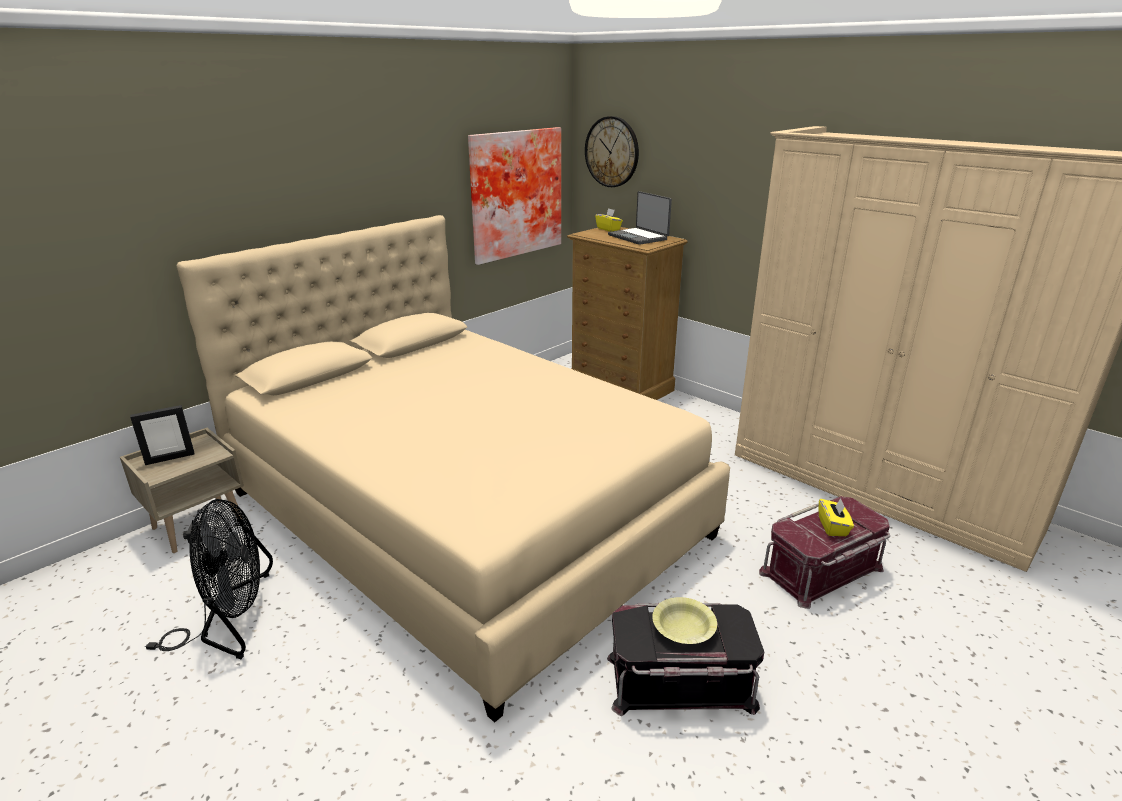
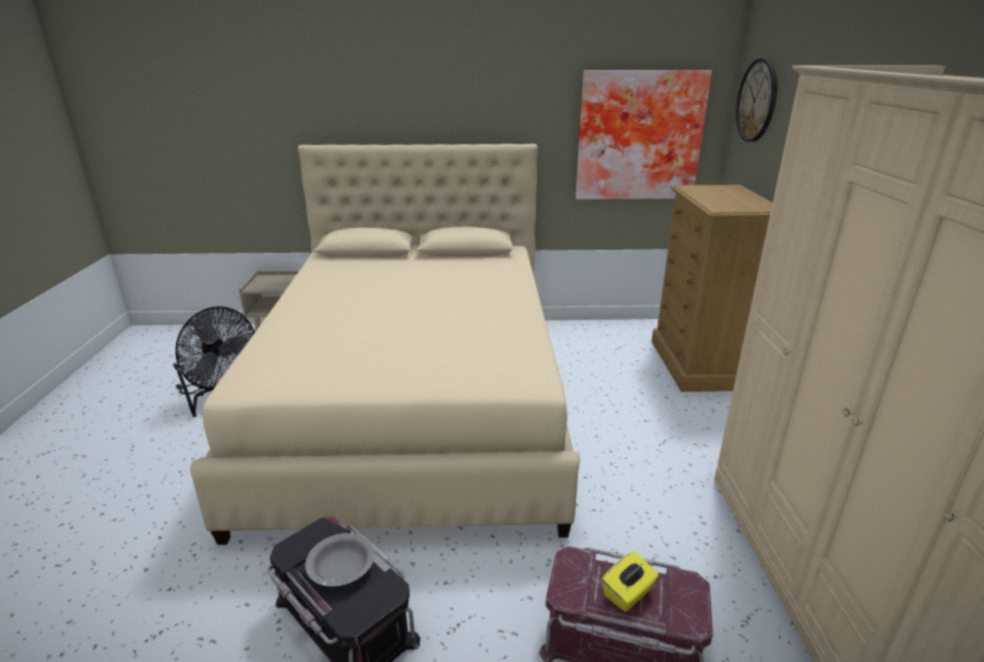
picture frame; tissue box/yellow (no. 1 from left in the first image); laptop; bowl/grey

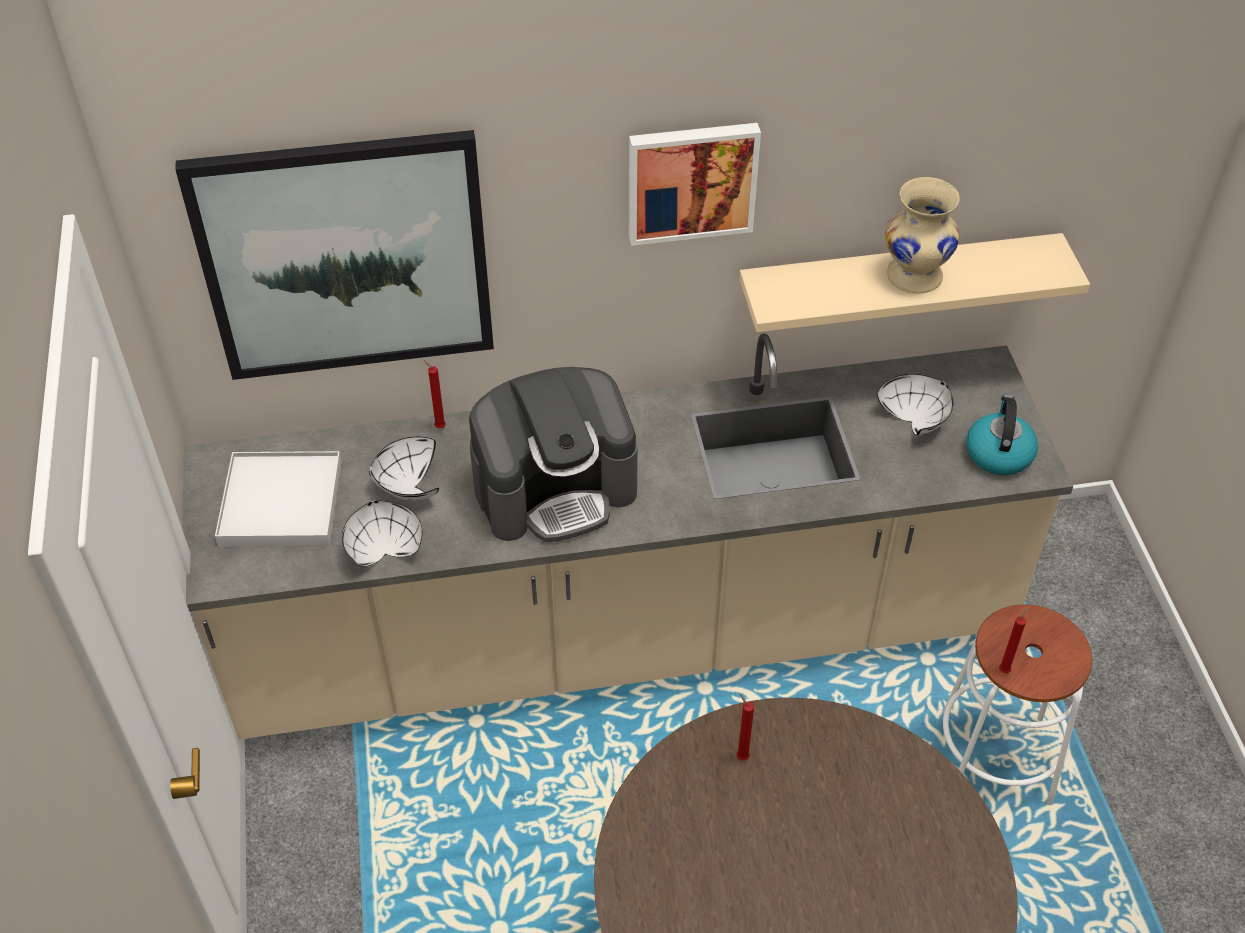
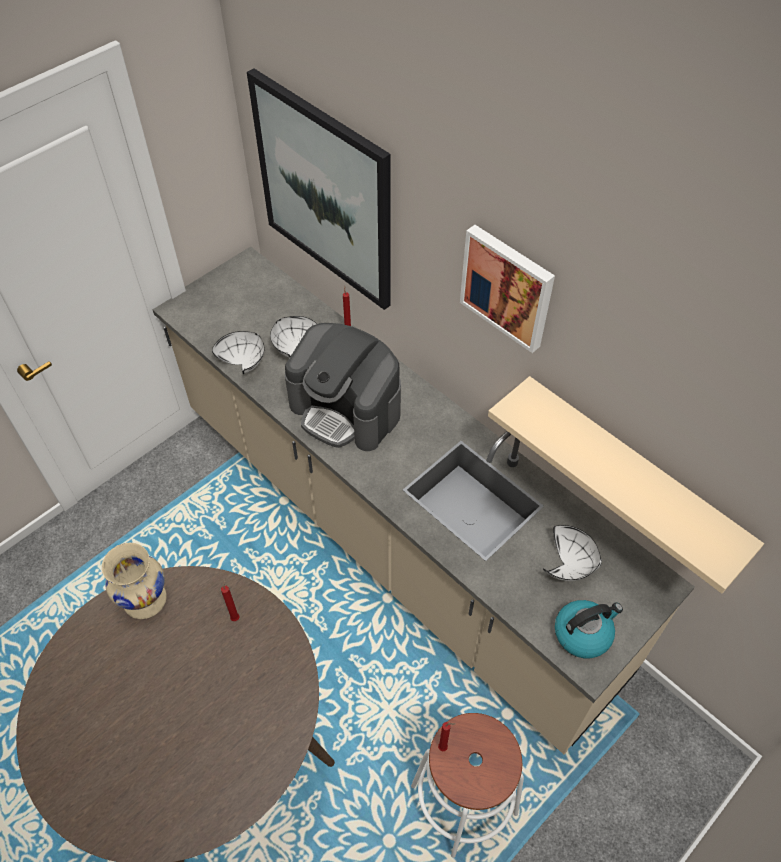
tray/white; vase/beige

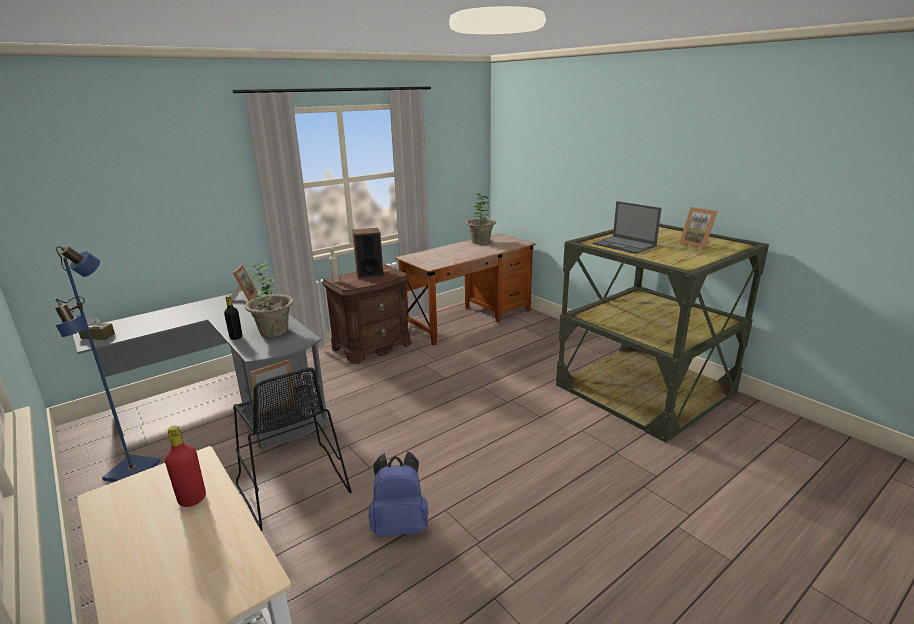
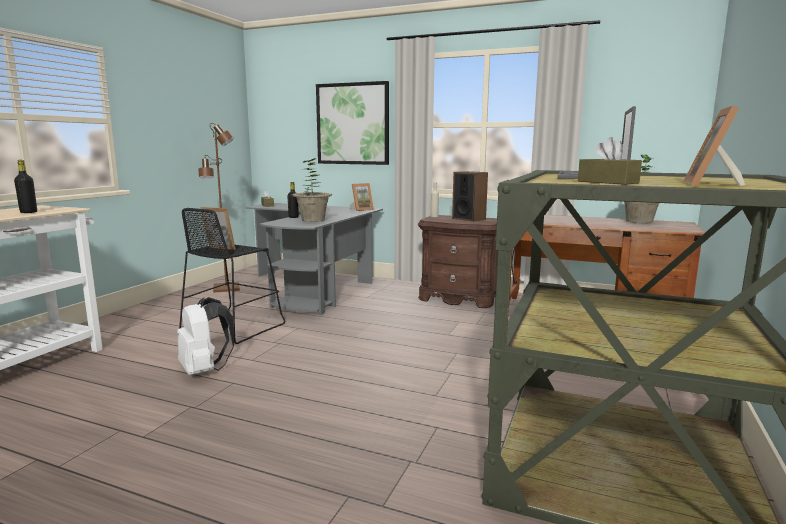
floor lamp/brown; bottle/black (no. 1 from left); backpack/white; picture; tissue box/brown (no. 2 from left)

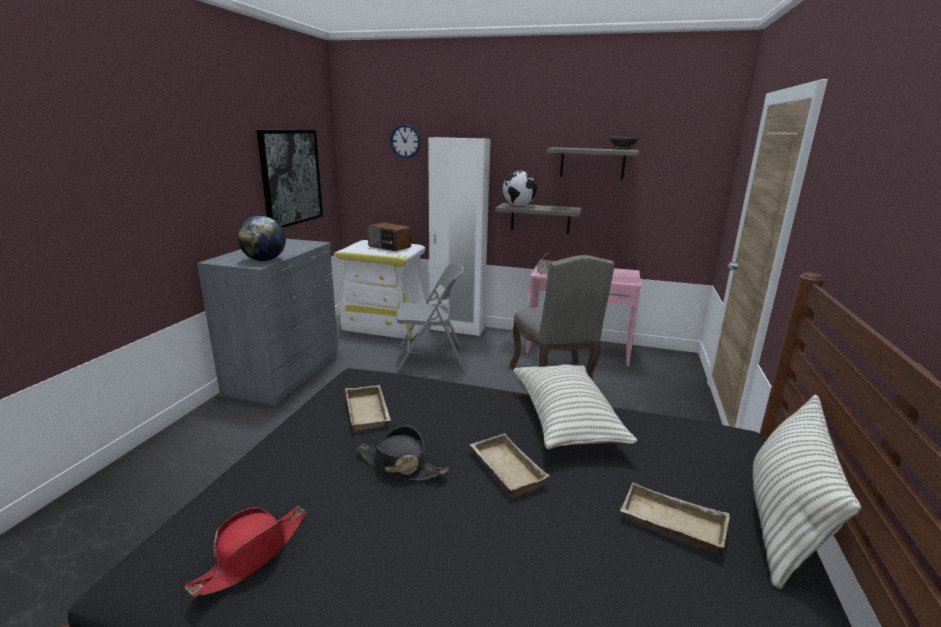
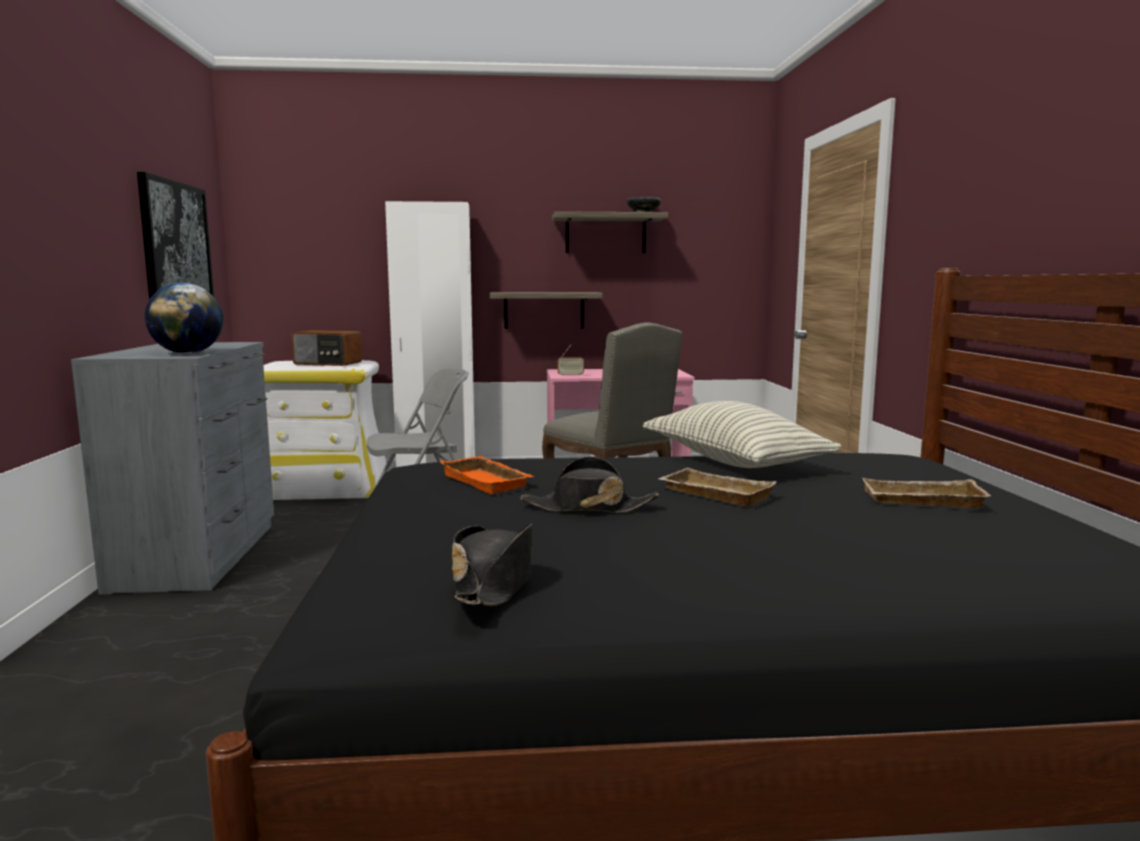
hat/black (no. 1 from left); tray/orange; wall clock; globe (no. 2 from left in the first image); pillow (no. 2 from left in the first image)

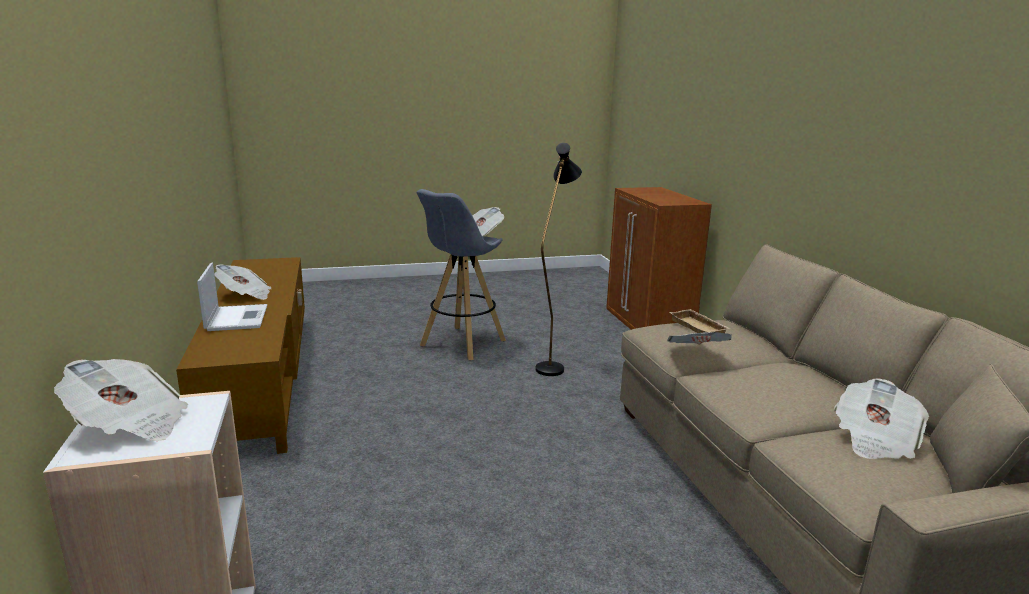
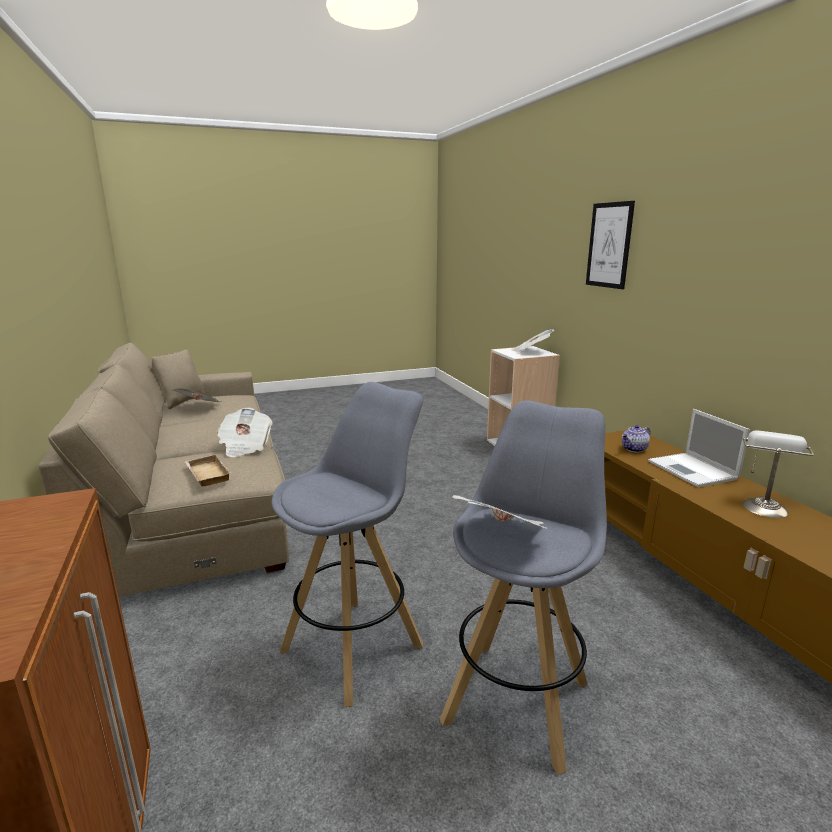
table lamp/white; stool/grey (no. 1 from left); picture; teapot

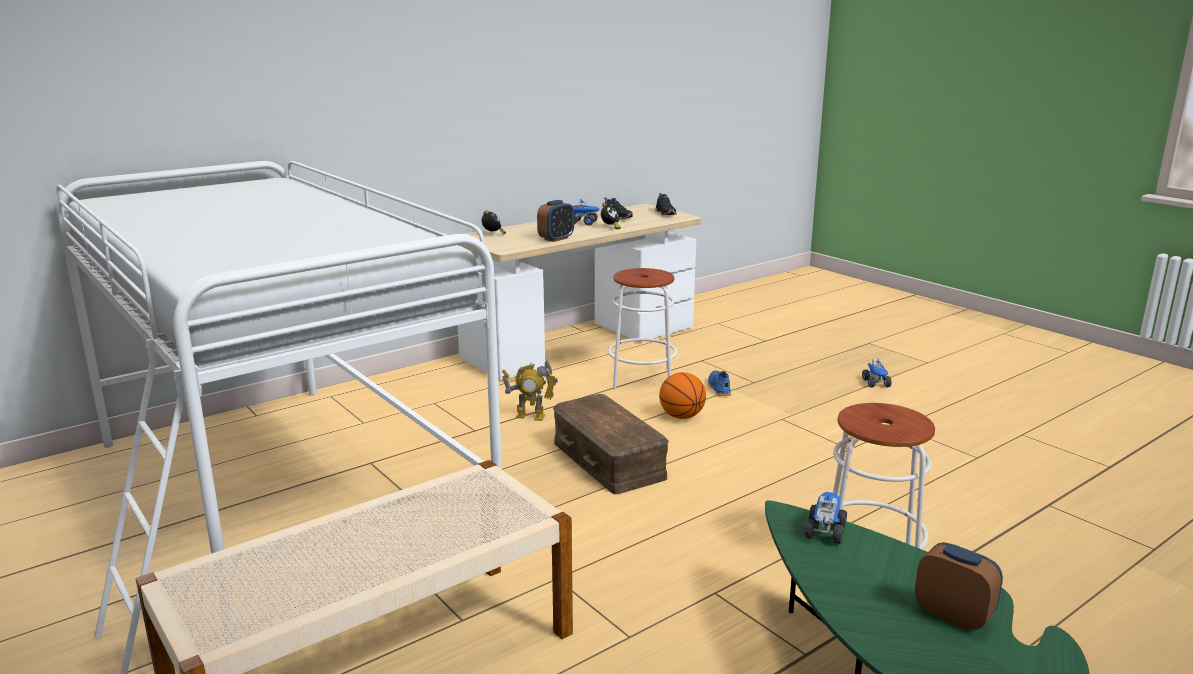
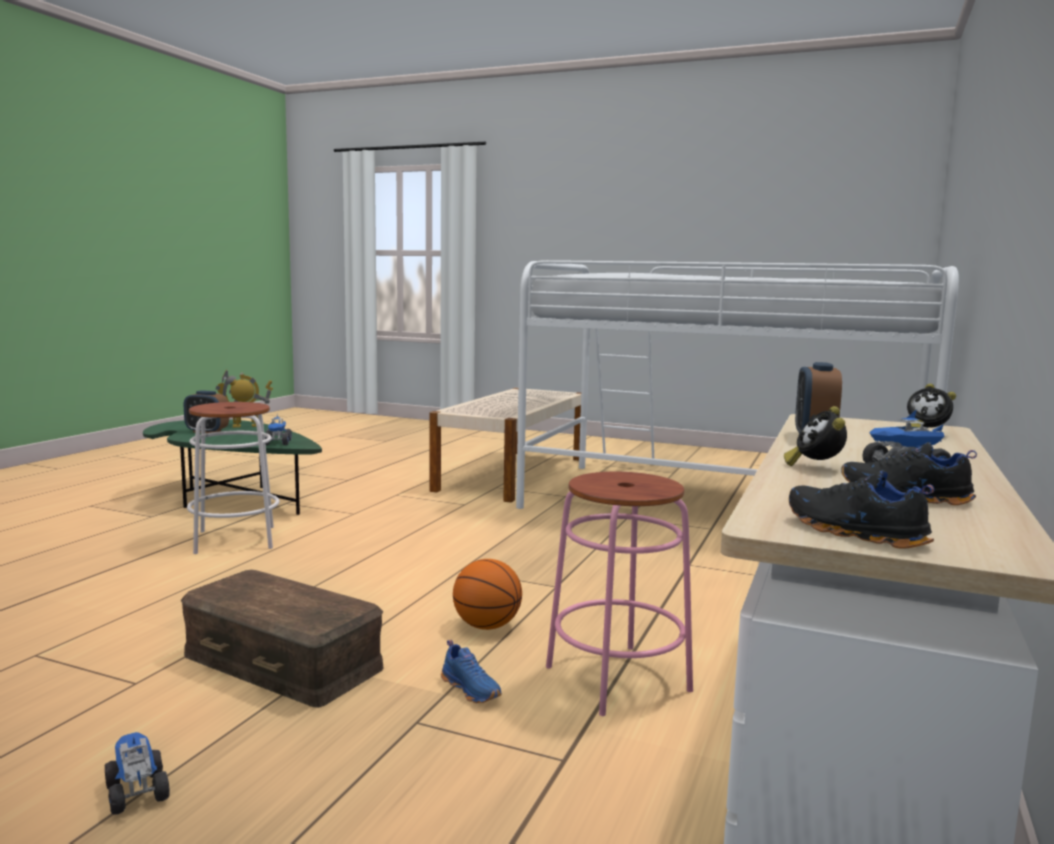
toy robot; storage box/brown; stool/pink

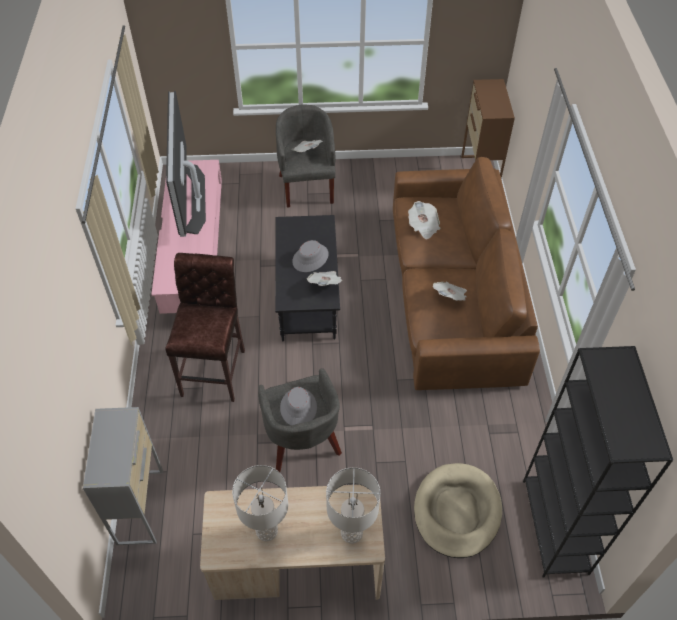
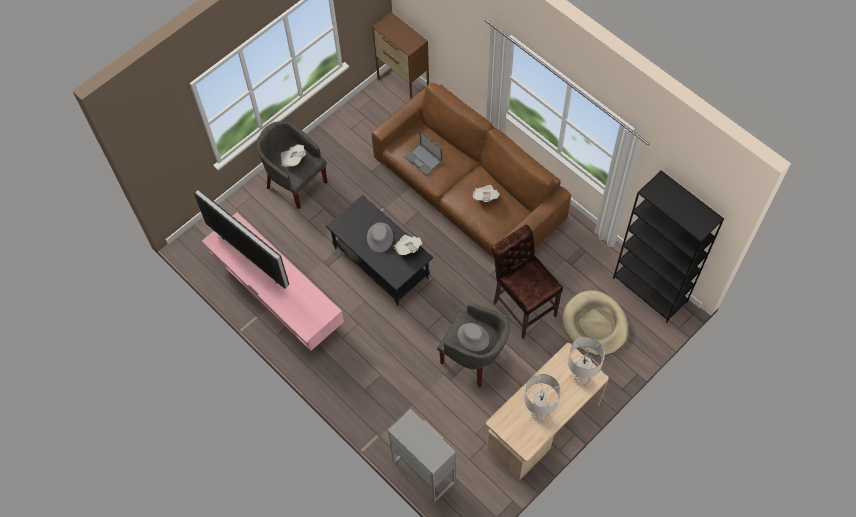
stool/brown; laptop

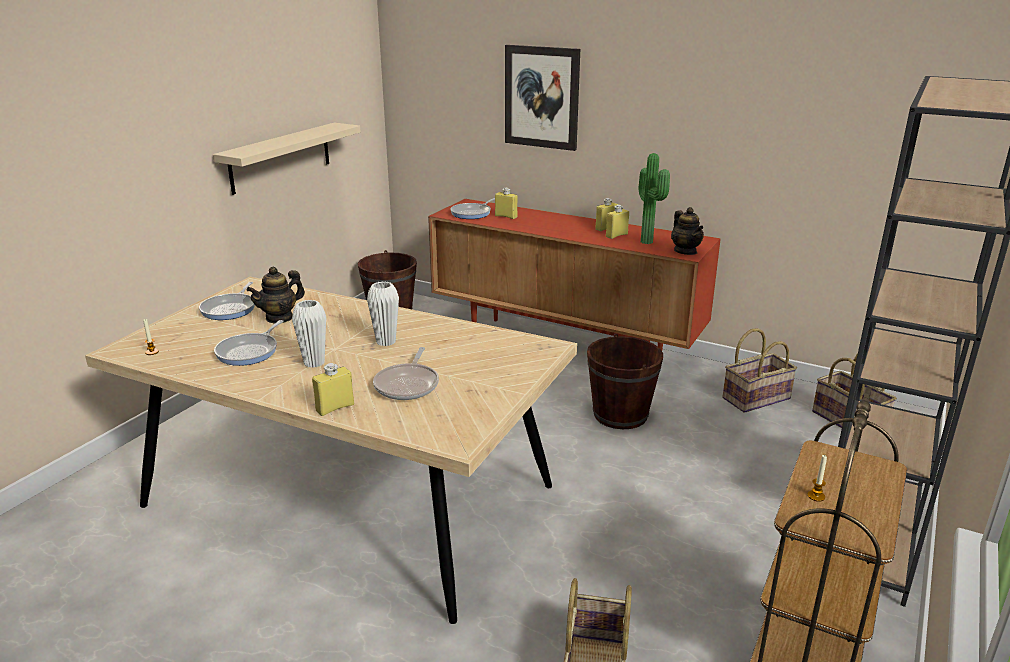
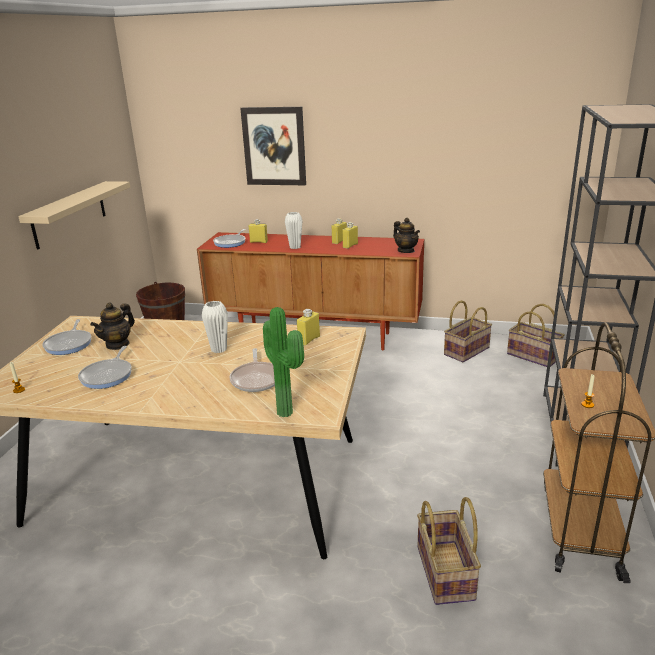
vase/white (no. 2 from left); bottle/yellow (no. 2 from left); bucket/brown (no. 2 from left in the first image); potted plant

